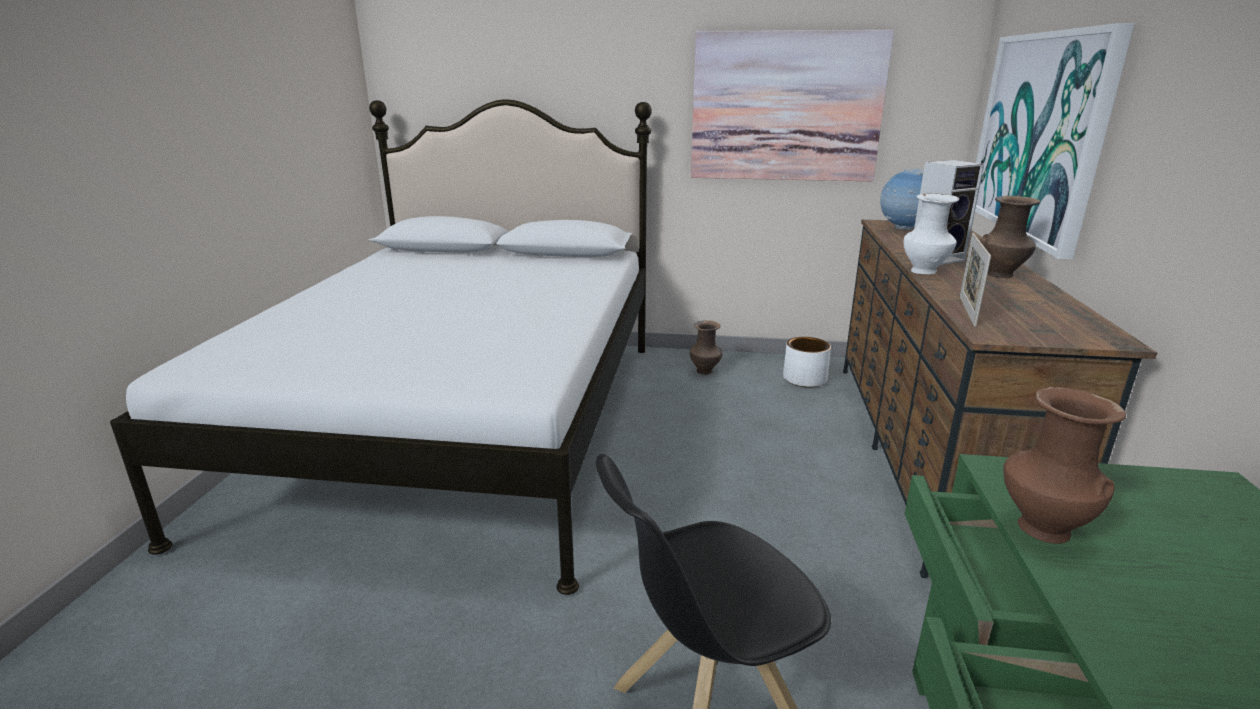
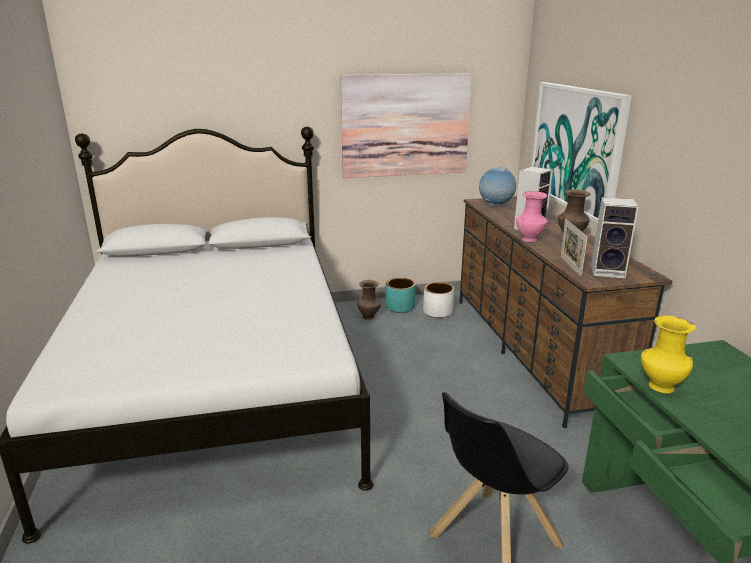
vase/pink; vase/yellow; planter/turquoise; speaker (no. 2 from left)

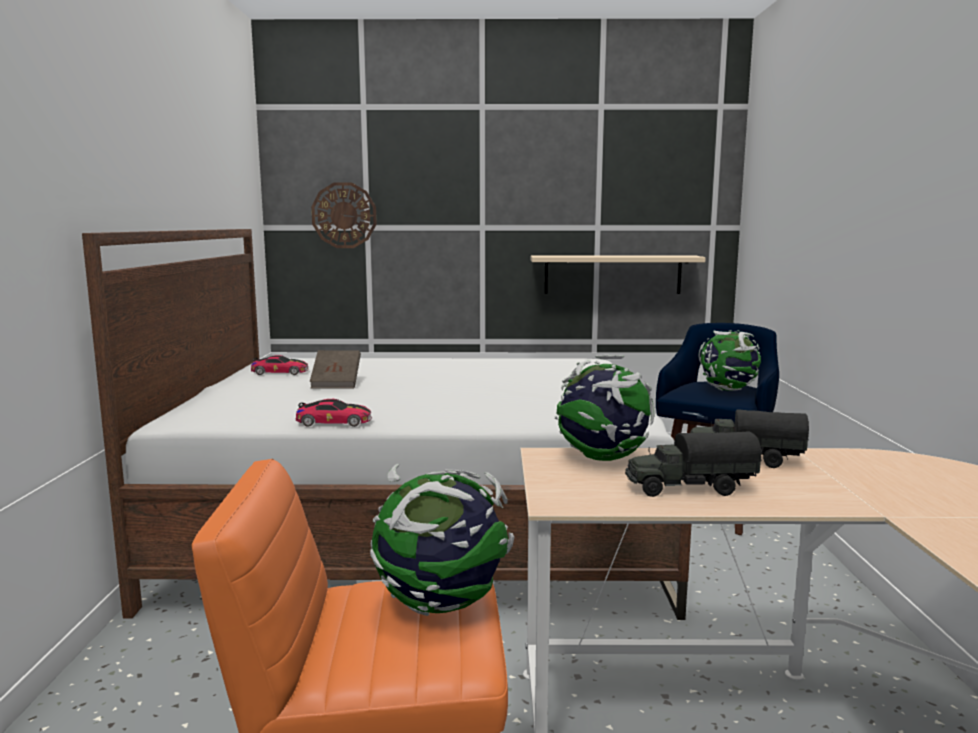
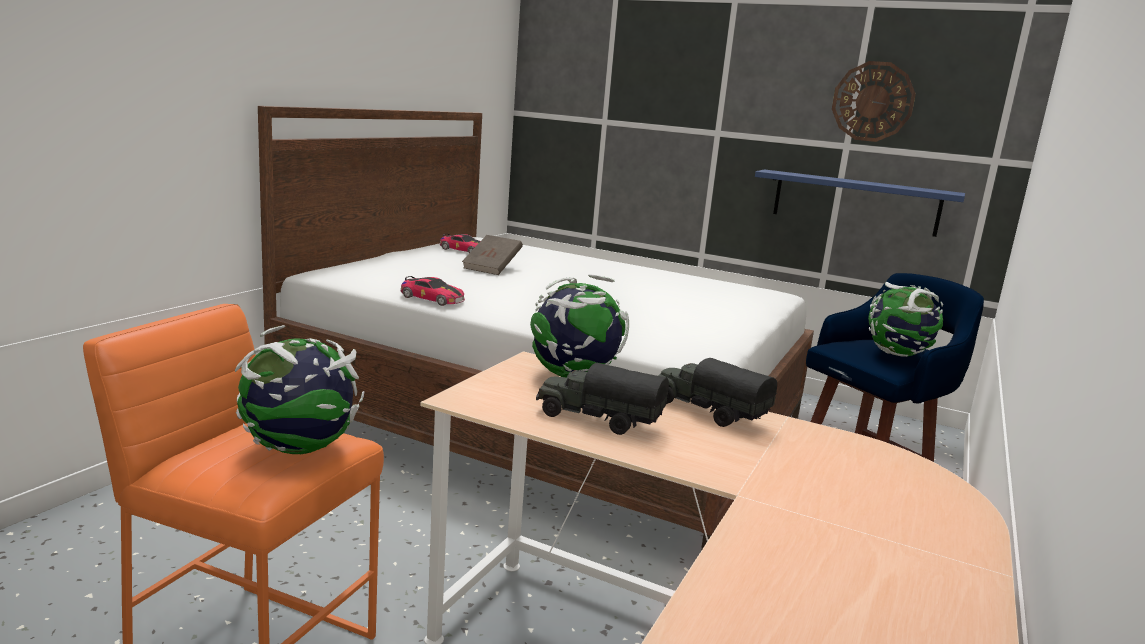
wall clock; shelf/blue

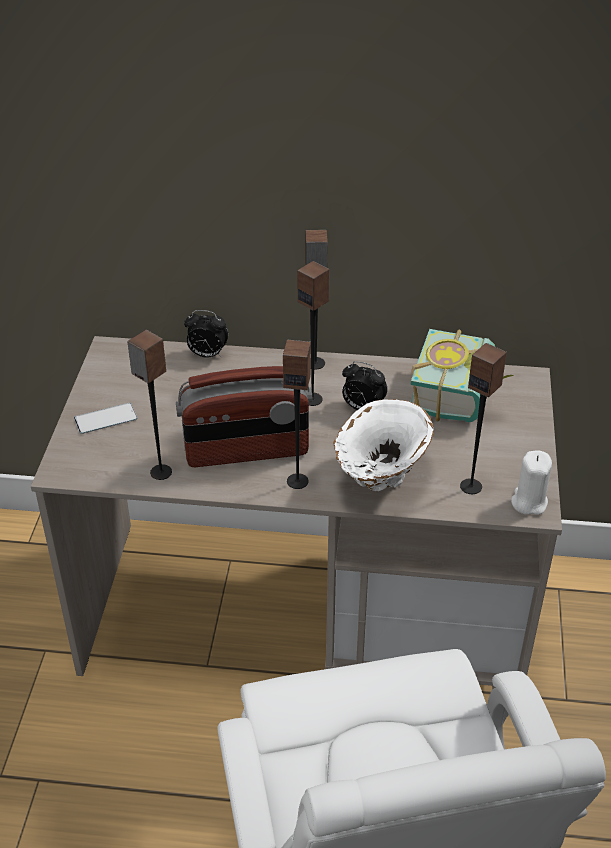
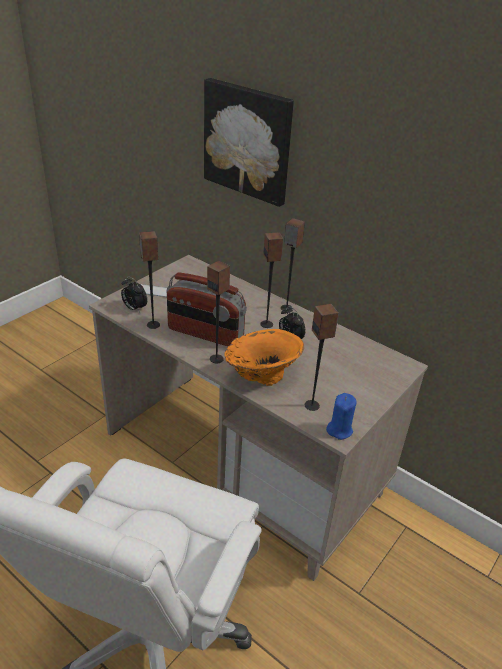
alarm clock (no. 1 from left); vase/orange; book; candle/blue; picture

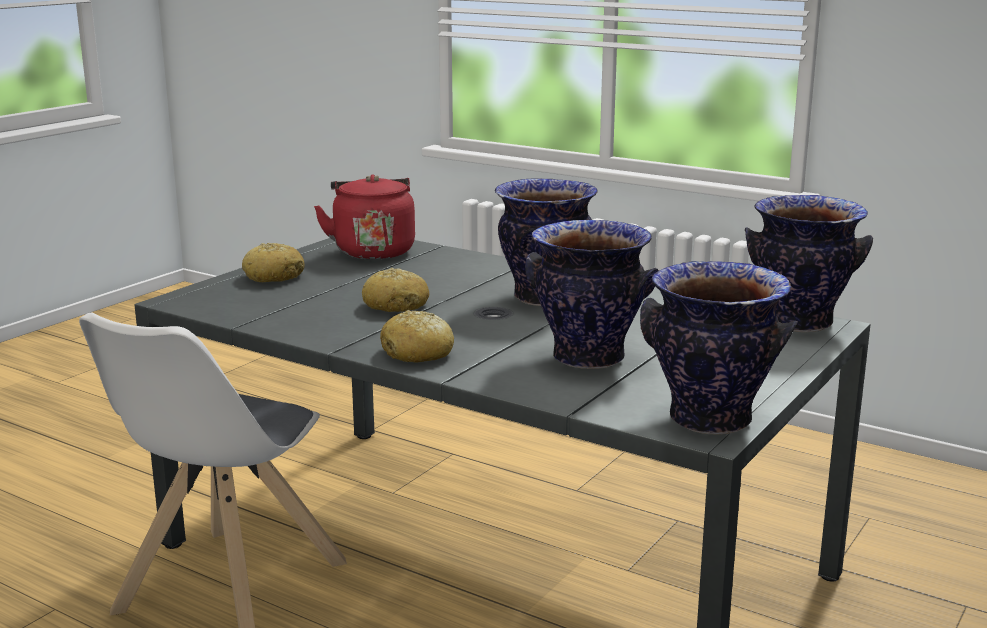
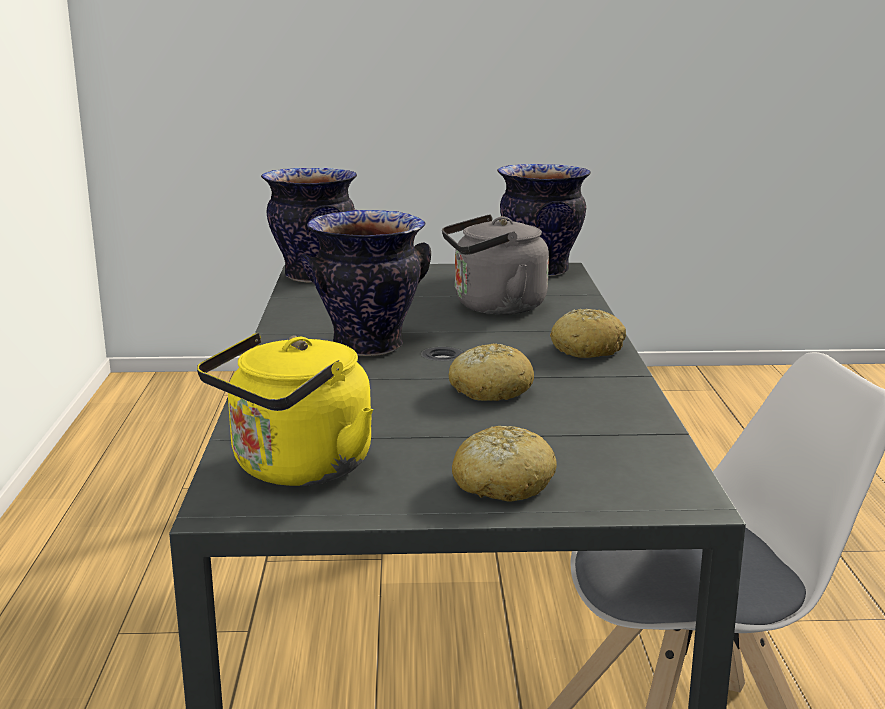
kettle/yellow; kettle/grey

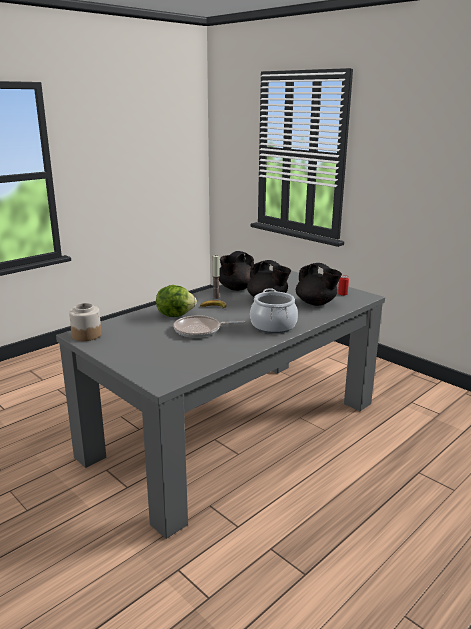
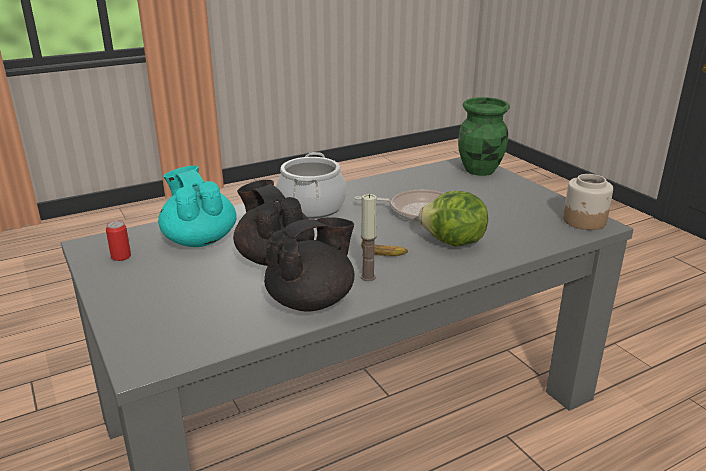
teapot/turquoise; vase/green

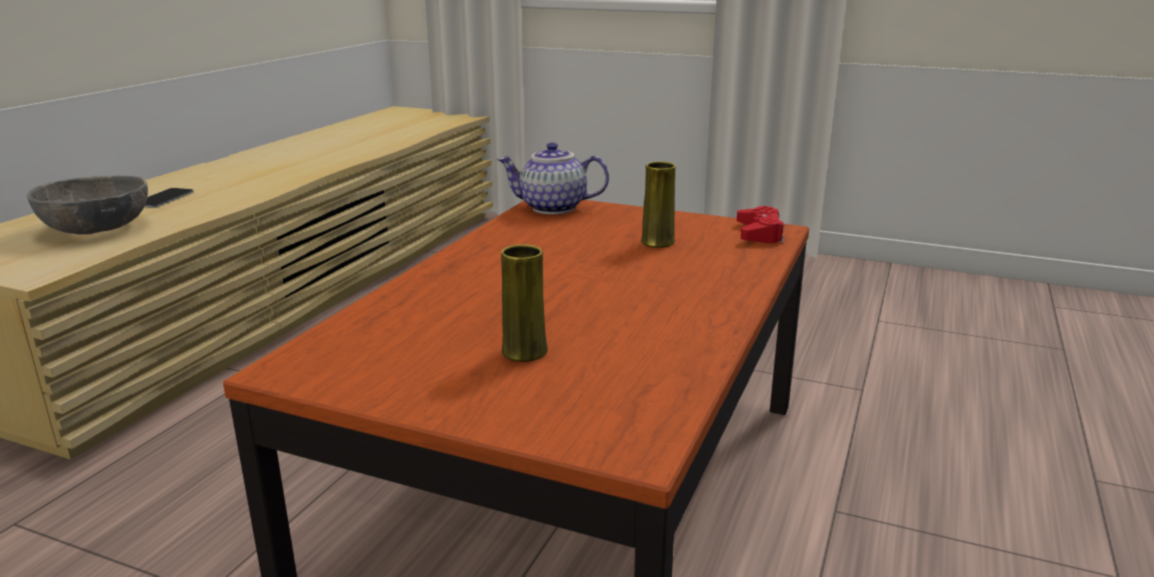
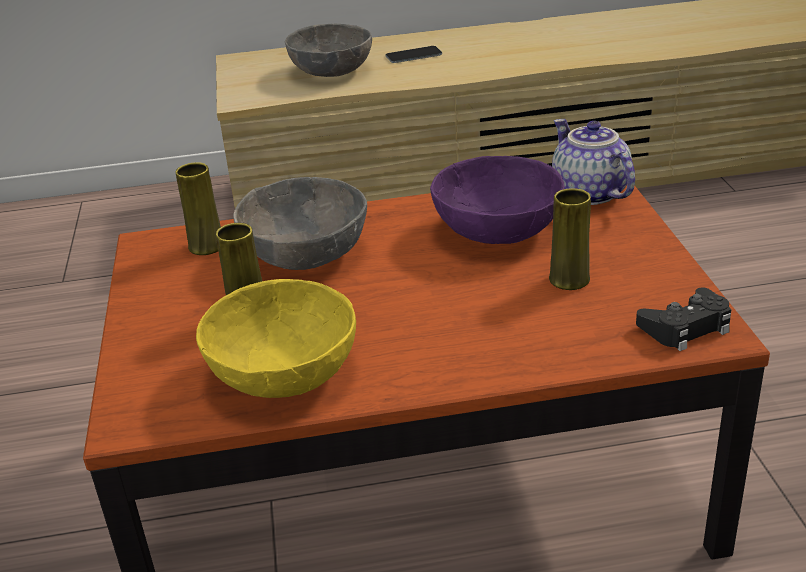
game controller/black; vase/yellow (no. 1 from left); bowl/yellow; bowl/grey (no. 1 from left); bowl/purple

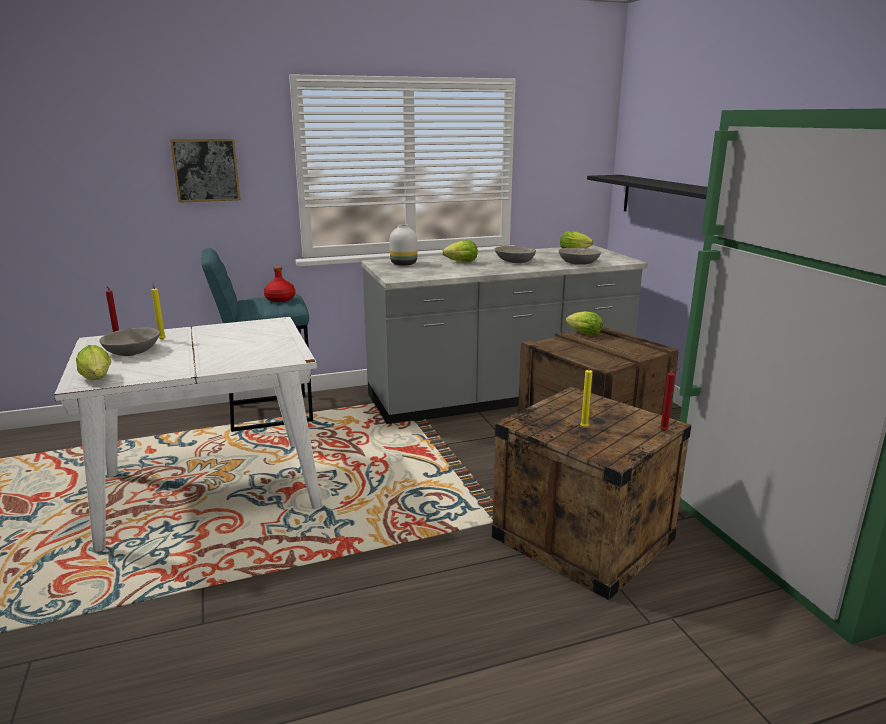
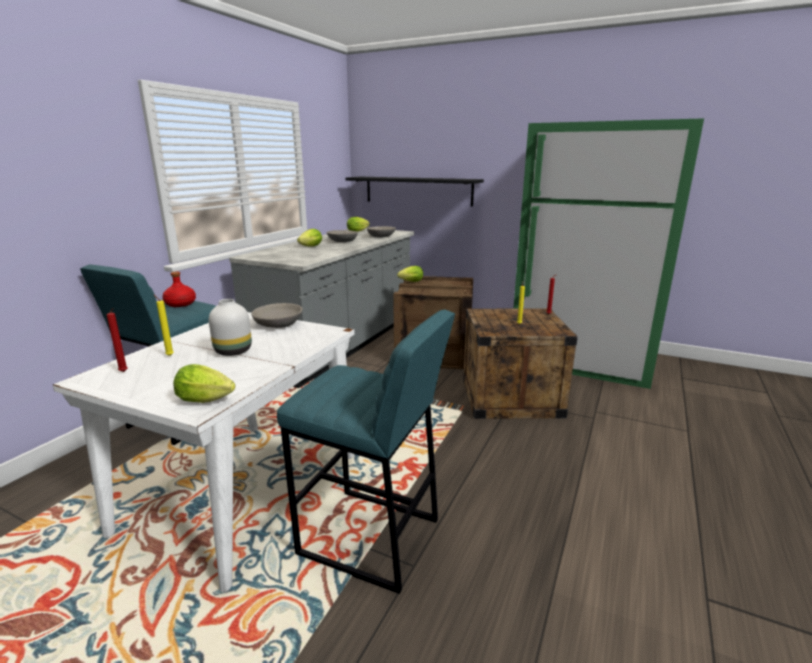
bowl/grey (no. 1 from left); picture; vase/white; stool/turquoise (no. 2 from left)

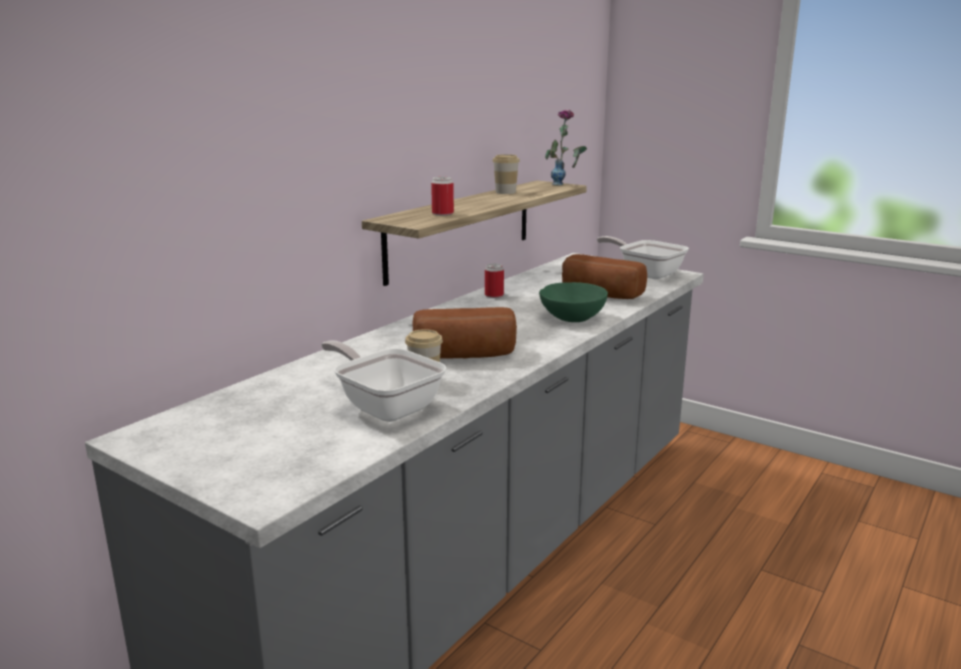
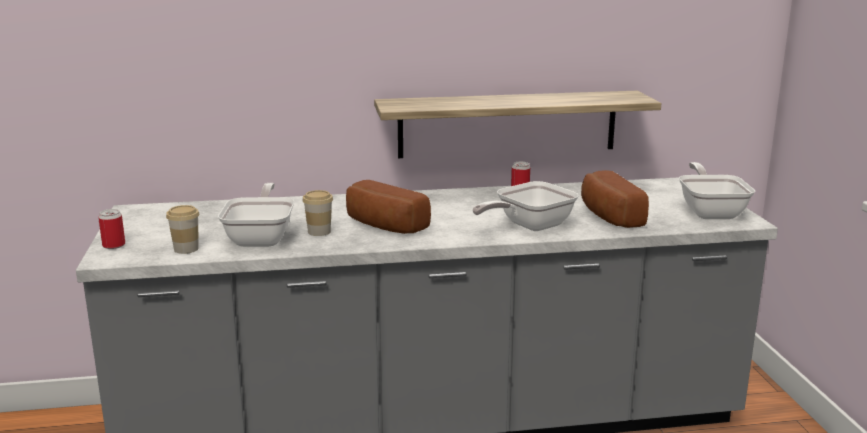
can (no. 1 from left); cup (no. 1 from left); frying pan (no. 2 from left); vase

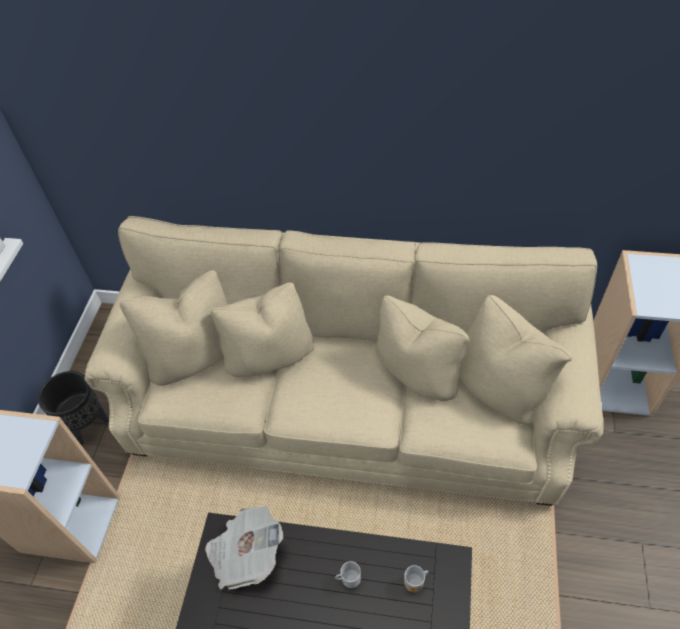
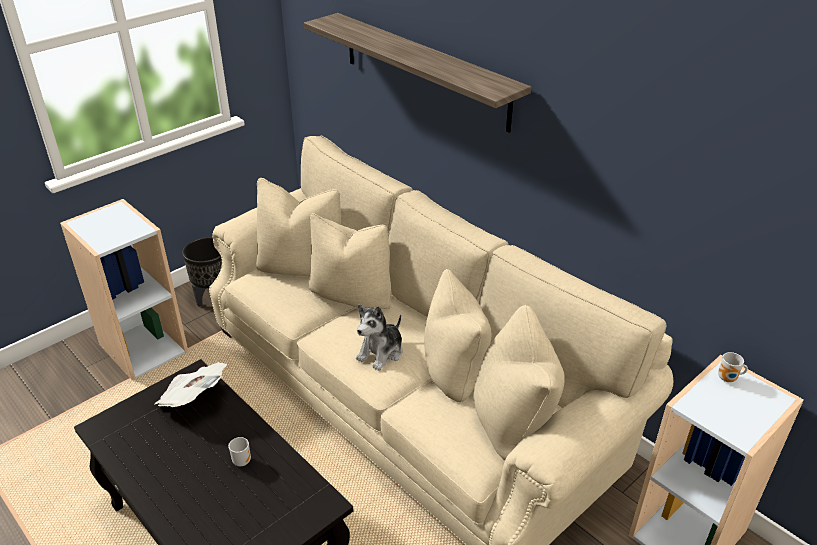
mug (no. 2 from left); shelf; plush toy

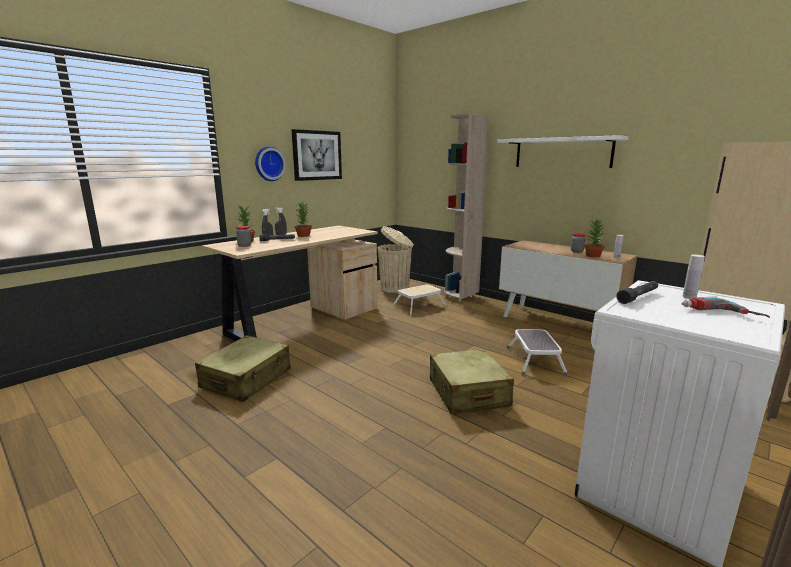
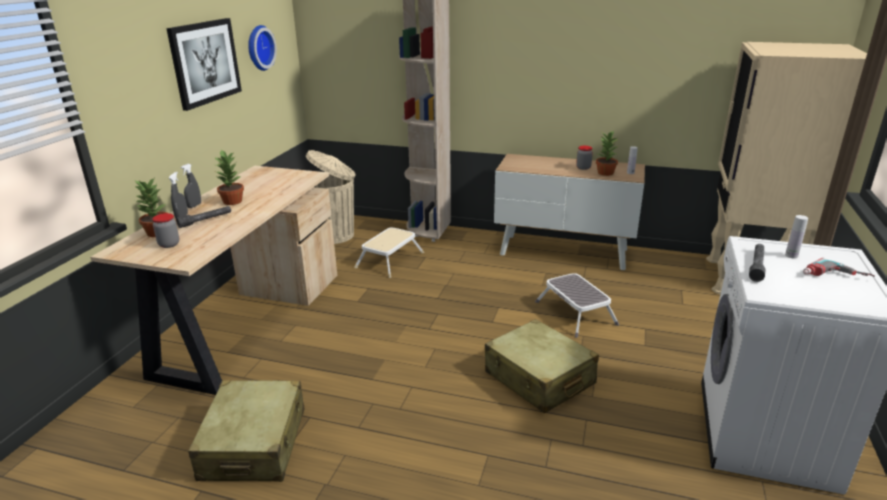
wall clock; shelf/white

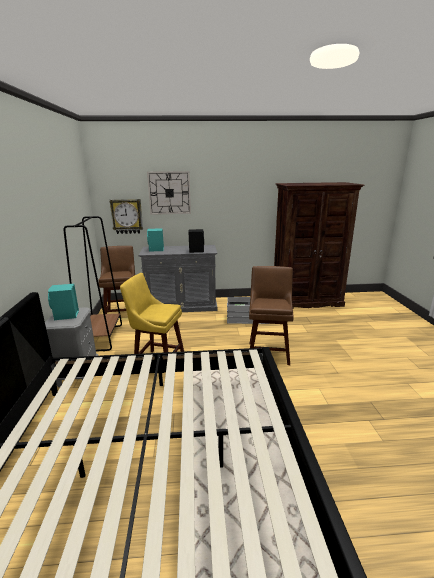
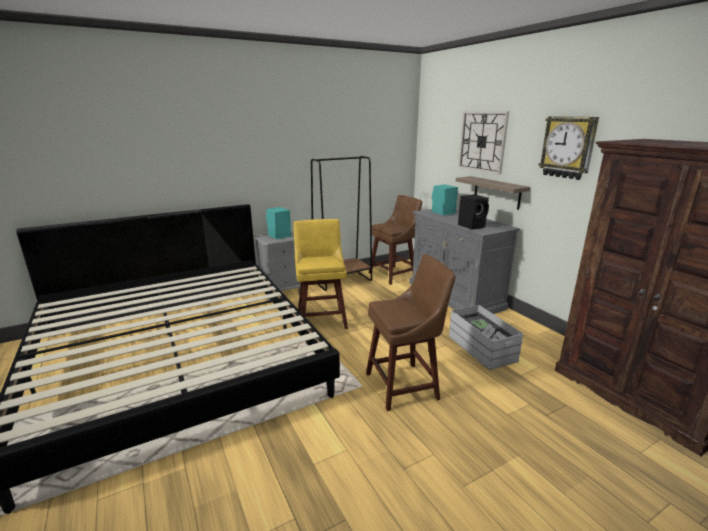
wall clock (no. 2 from left); shelf

